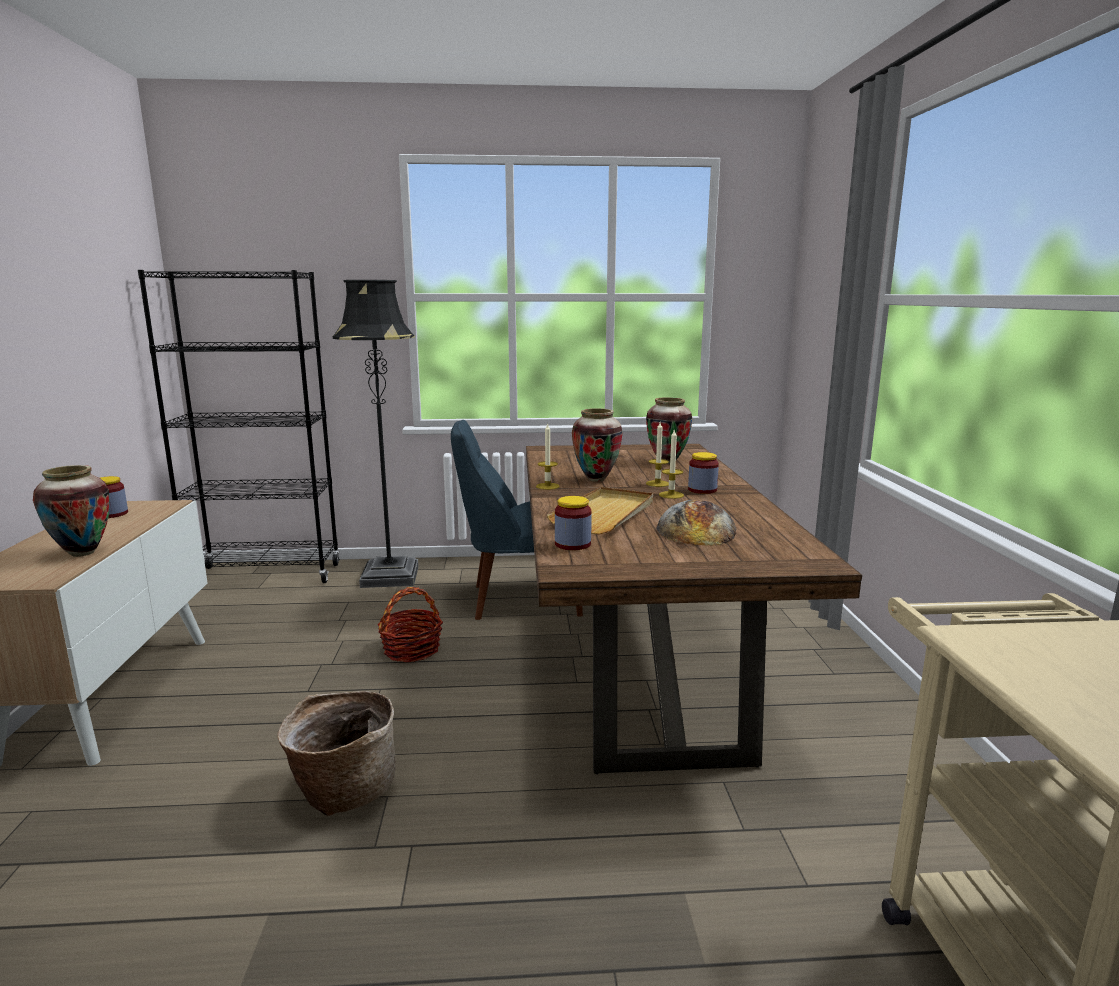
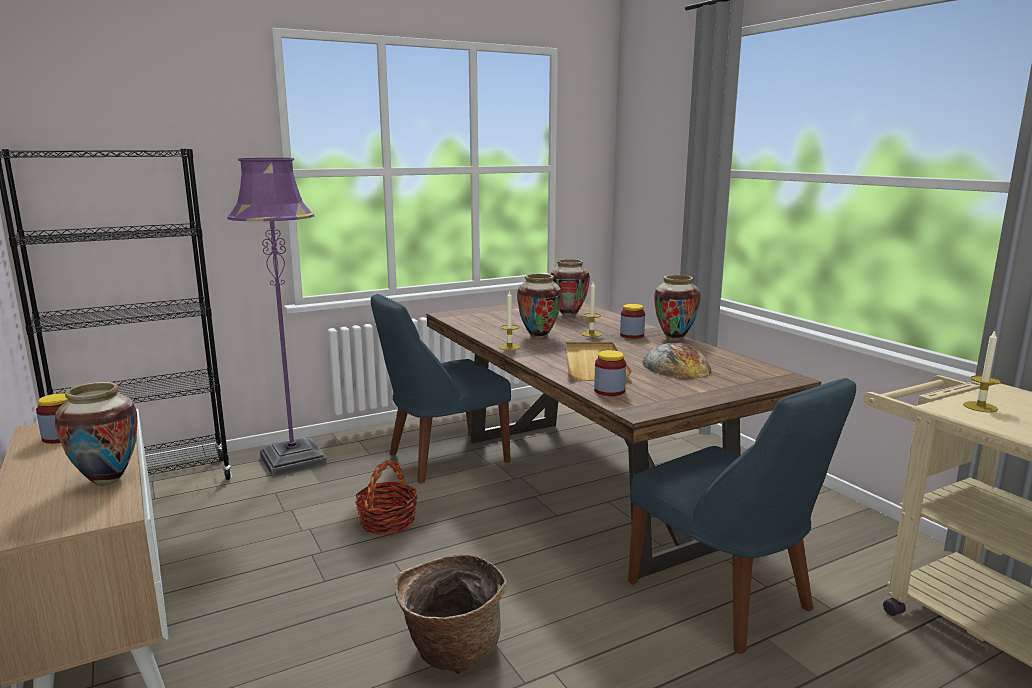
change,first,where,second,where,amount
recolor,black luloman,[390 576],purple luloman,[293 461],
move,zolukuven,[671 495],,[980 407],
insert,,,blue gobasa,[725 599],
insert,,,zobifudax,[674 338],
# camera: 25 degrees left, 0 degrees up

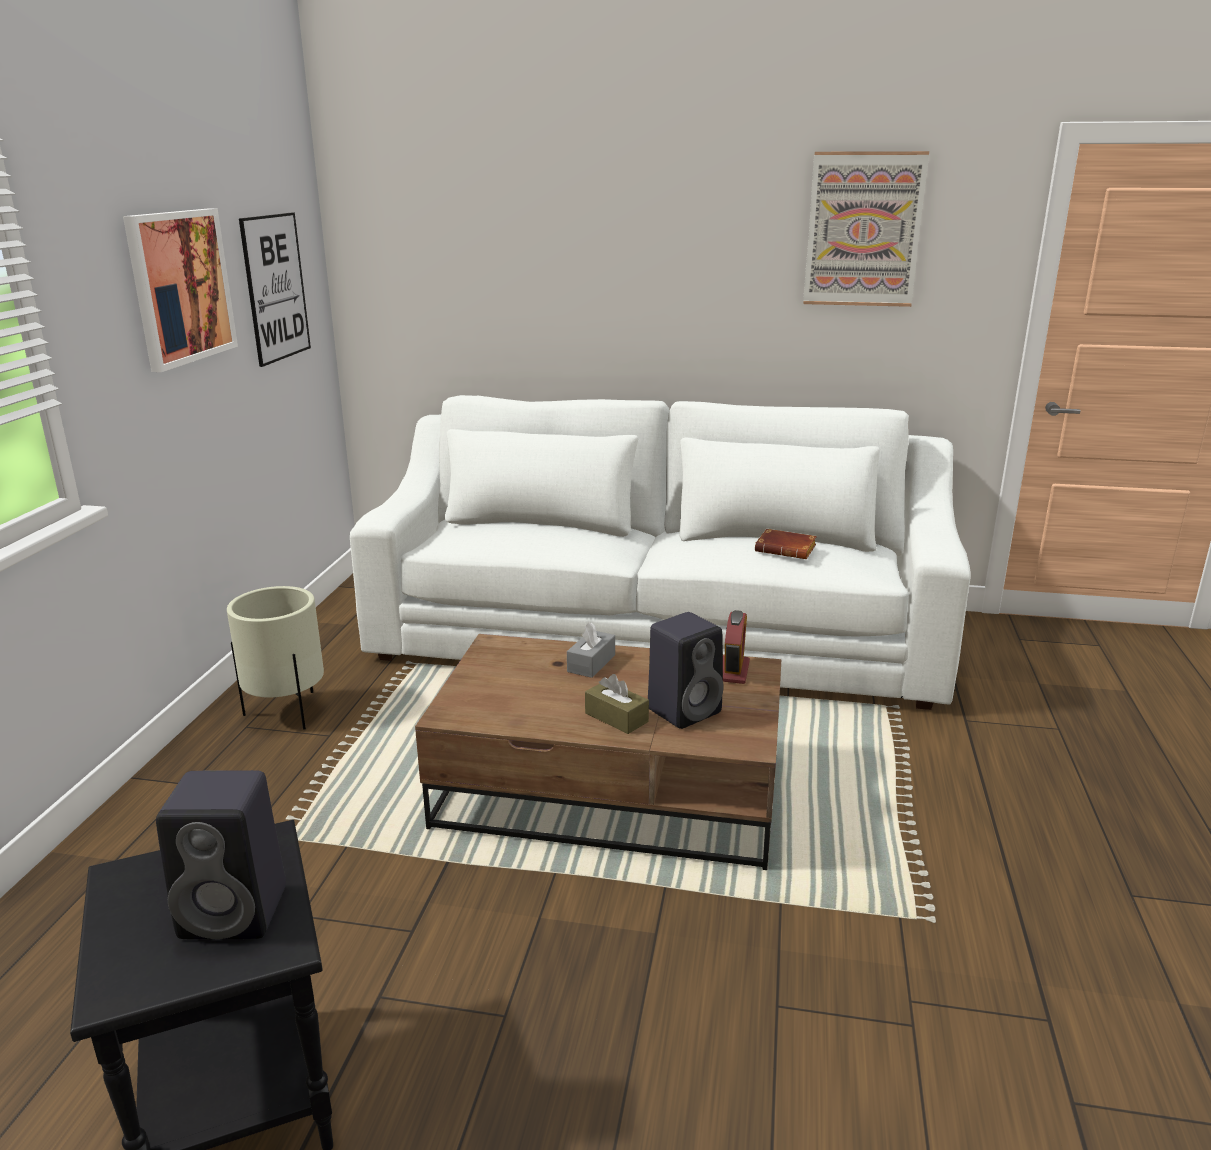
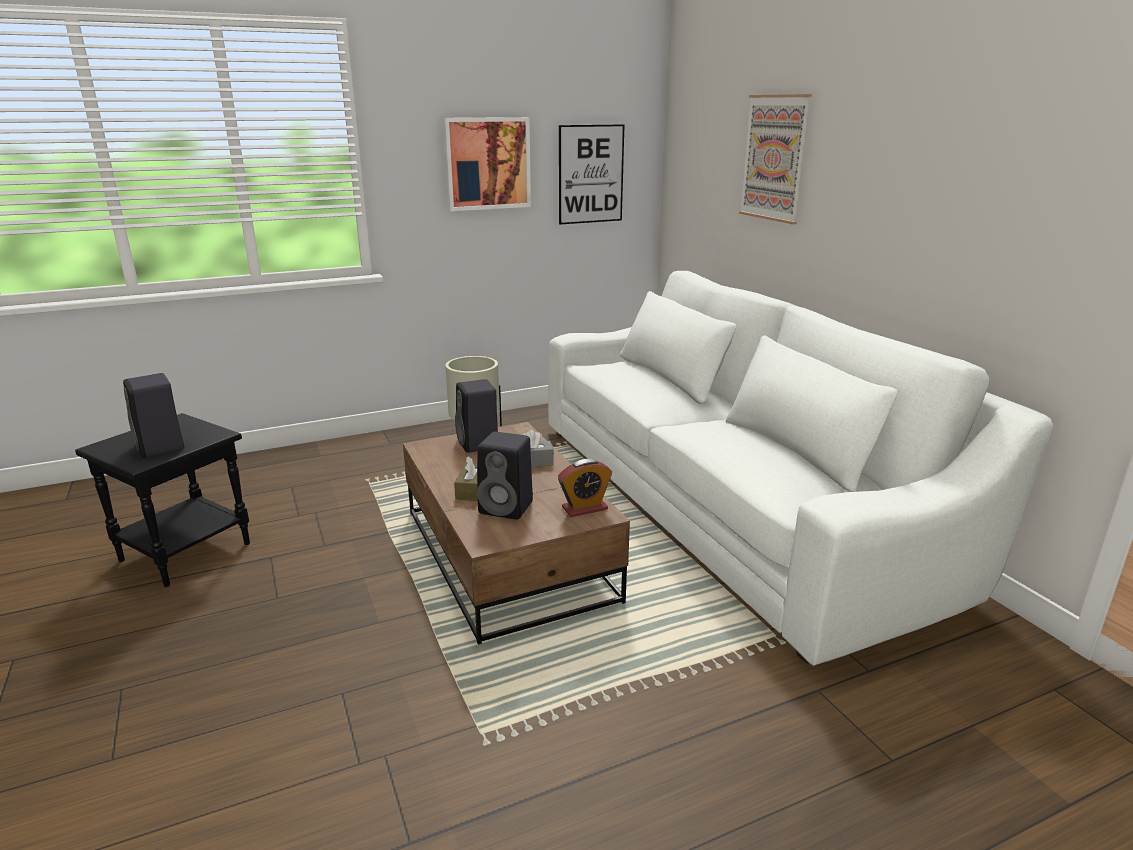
change,first,where,second,where,amount
delete,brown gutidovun,[787 549],,,
move,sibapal,[863 230],,[774 158],
insert,,,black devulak,[478 444],
# camera: 55 degrees right, 0 degrees up

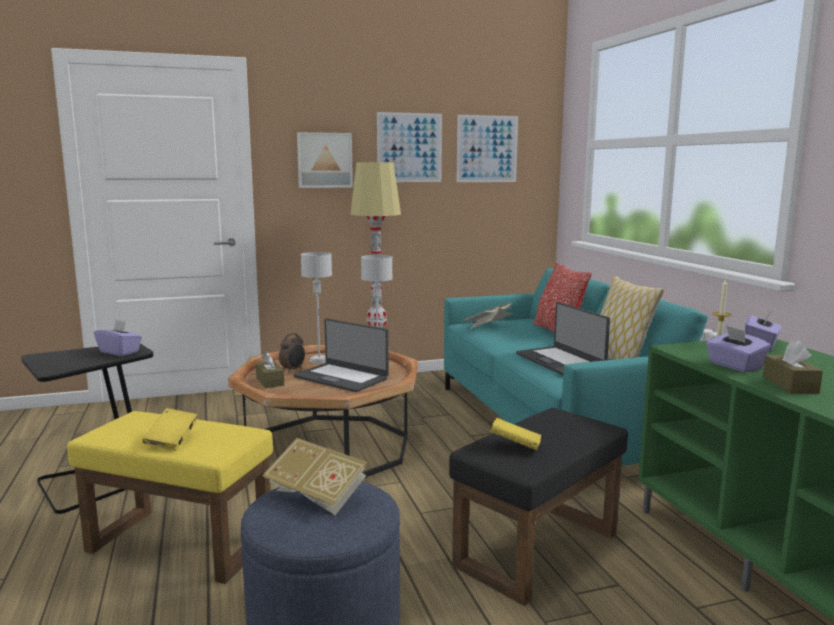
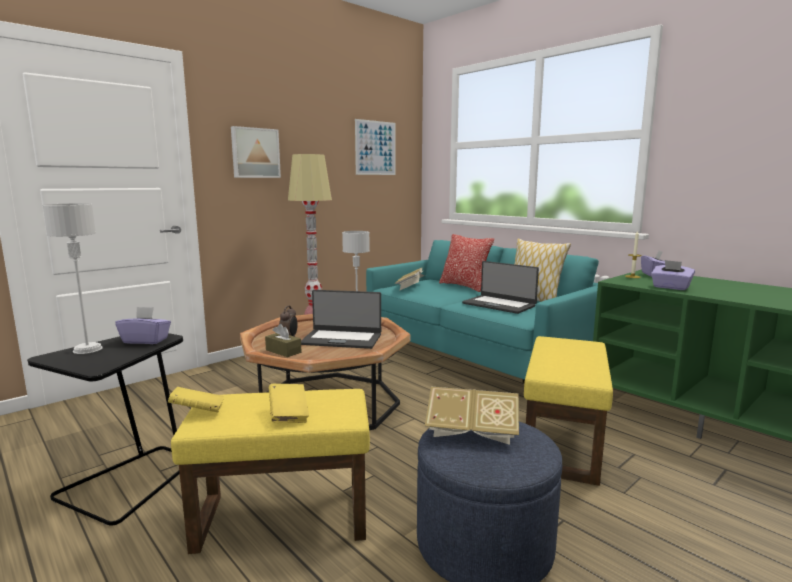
change,first,where,second,where,amount
move,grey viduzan,[319 360],,[88 349],
delete,sibapal,[409 147],,,
recolor,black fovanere,[537 548],yellow fovanere,[561 443],
move,yellow gutidovun,[515 446],,[198 412],
delete,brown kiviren,[790 385],,,
# camera: 25 degrees left, 0 degrees up

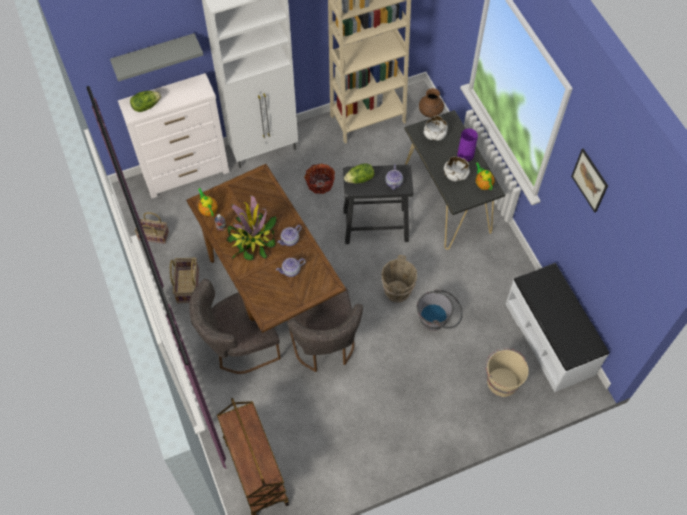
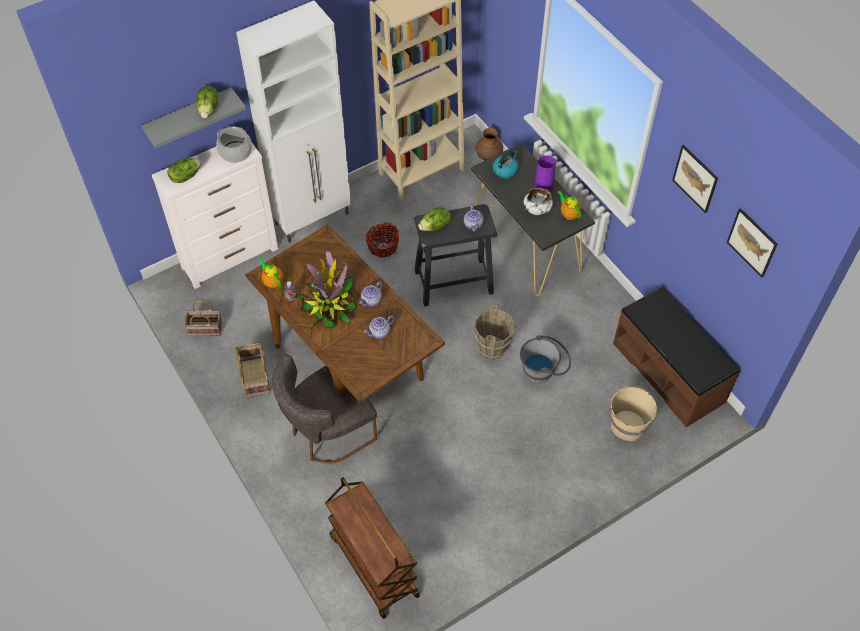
change,first,where,second,where,amount
delete,grey gobasa,[324 345],,,
replace,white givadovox,[434 134],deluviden,[505 170],
recolor,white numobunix,[550 338],brown numobunix,[669 372],
insert,,,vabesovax,[209 109],
insert,,,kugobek,[235 152],
insert,,,sibapal,[752 242],
# camera: 10 degrees left, 5 degrees down

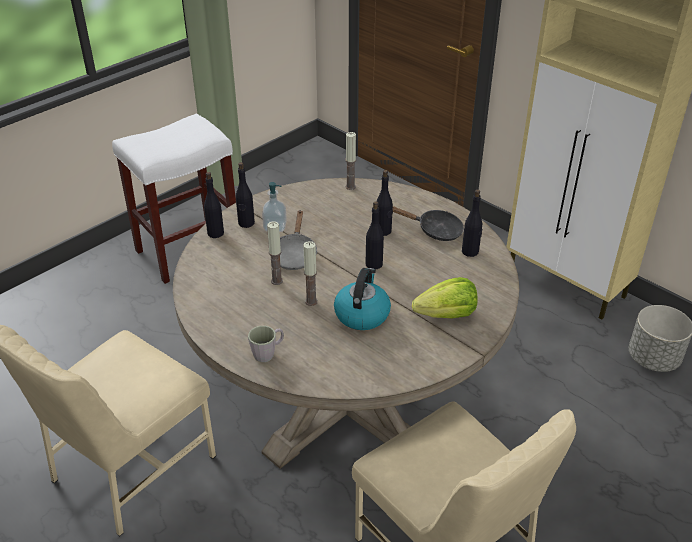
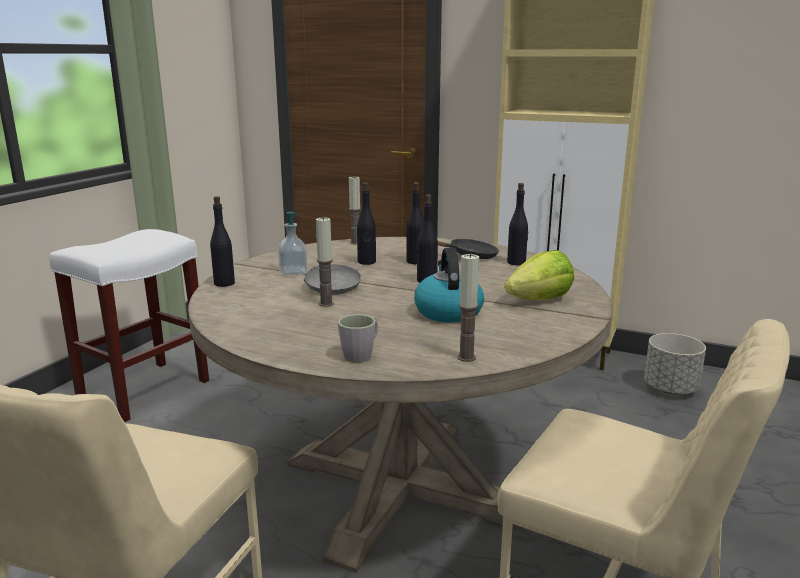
change,first,where,second,where,amount
move,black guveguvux,[246 223],,[366 262],
move,zolukuven,[311 301],,[466 357],
# camera: 20 degrees left, 20 degrees down

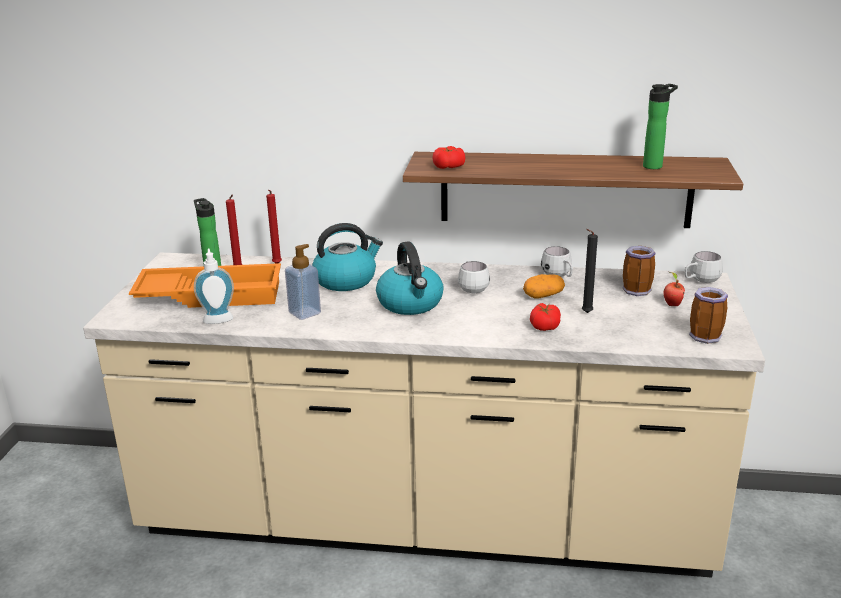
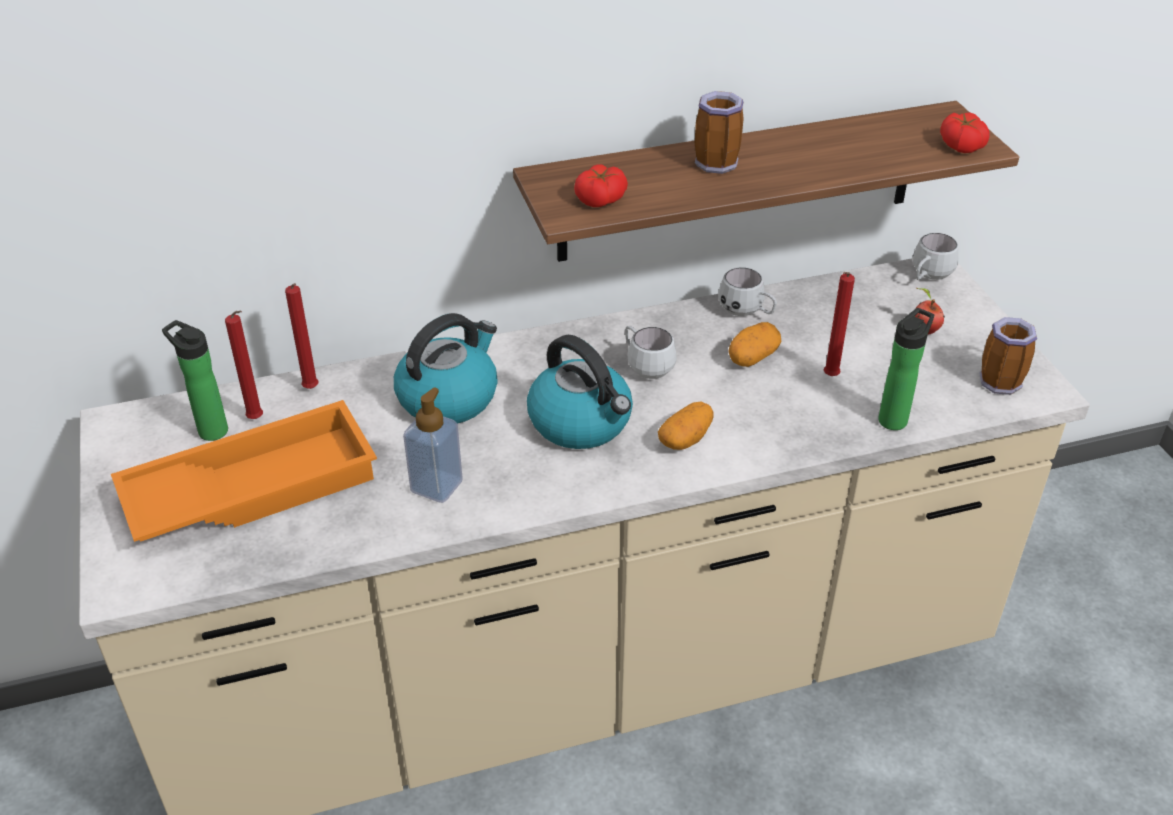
change,first,where,second,where,amount
delete,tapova,[218 318],,,
move,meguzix,[544 326],,[961 145],
recolor,black zolukuven,[585 313],red zolukuven,[829 377],
move,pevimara,[635 289],,[713 161],
move,guveguvux,[655 166],,[895 418],
insert,,,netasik,[685 439],
# camera: 25 degrees left, 15 degrees up

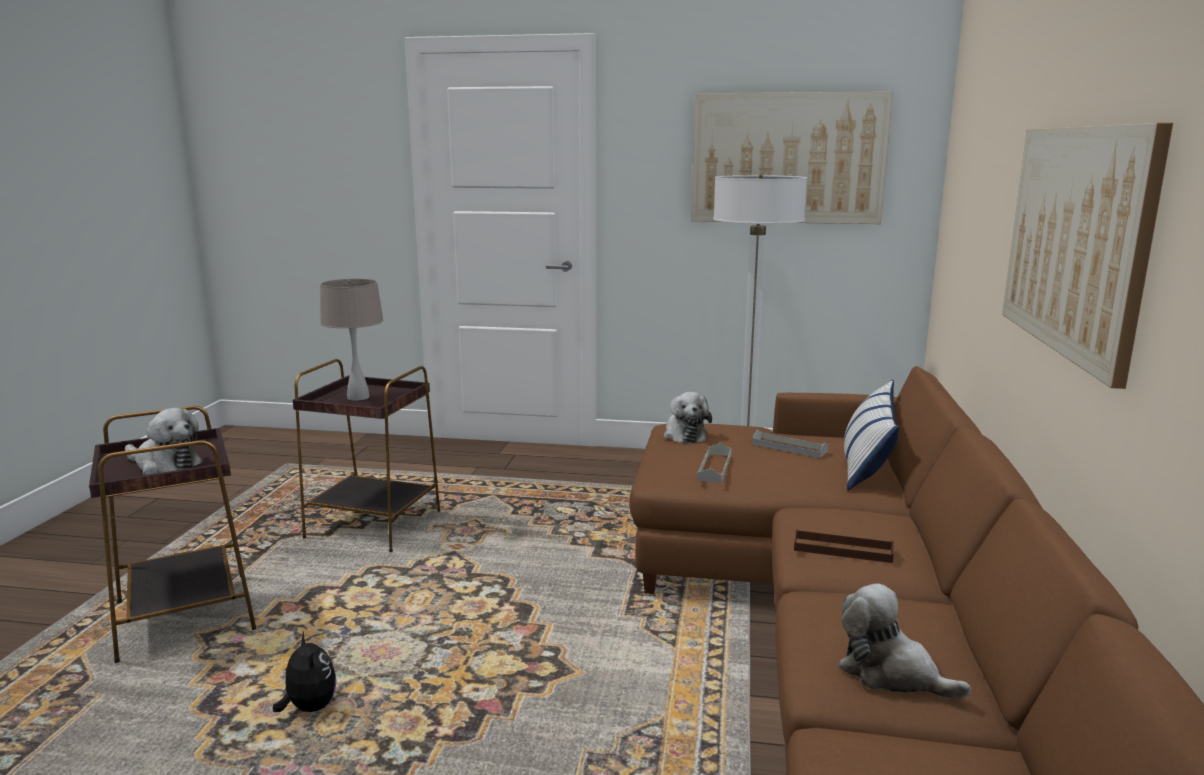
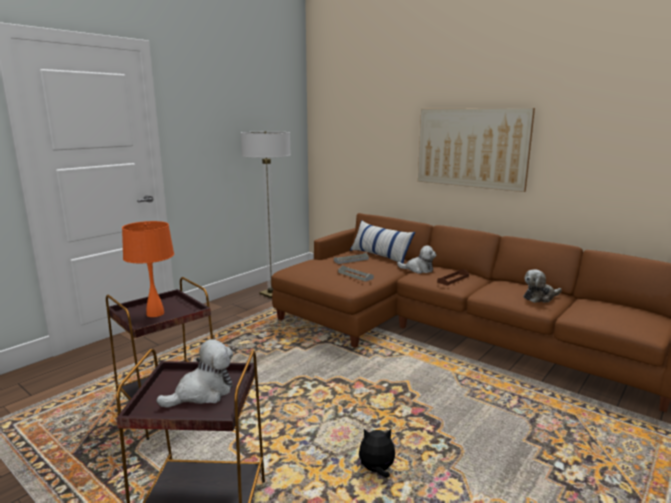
change,first,where,second,where,amount
recolor,beige viduzan,[358 397],orange viduzan,[155 313],
move,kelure,[684 434],,[418 269],
delete,sibapal,[787 158],,,
# camera: 60 degrees left, 0 degrees up

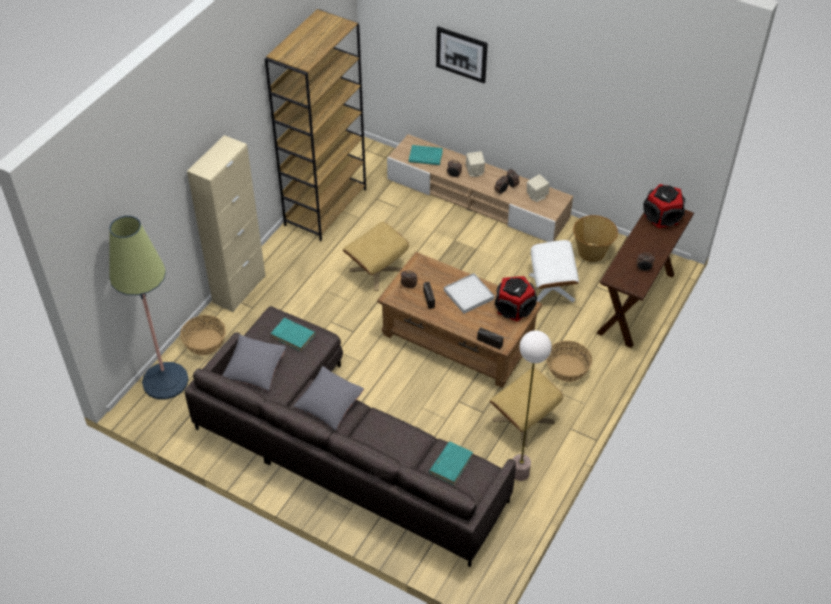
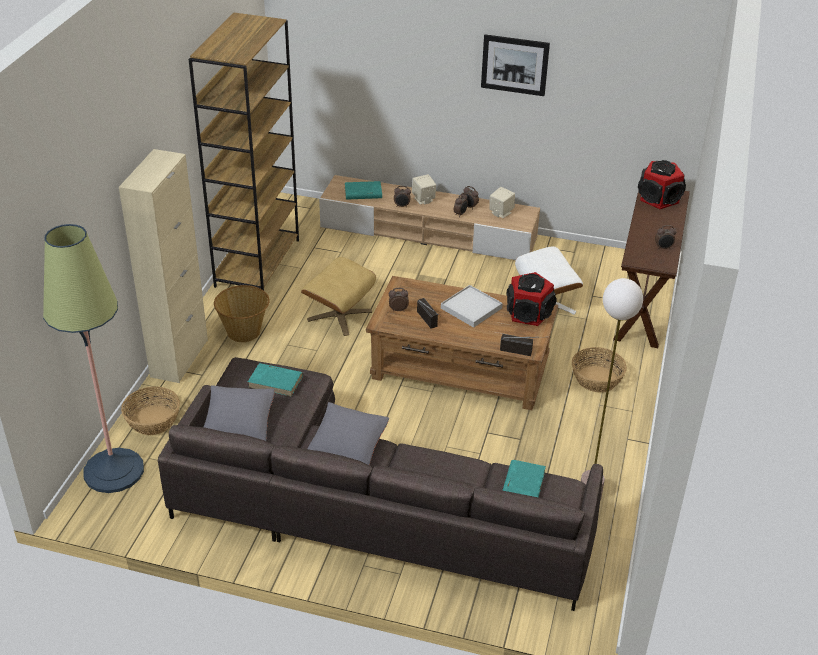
change,first,where,second,where,amount
move,sibapal,[461 54],,[514 65],
delete,beige fovanere,[523 420],,,
move,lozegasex,[592 252],,[244 332],
# camera: 15 degrees left, 10 degrees down

